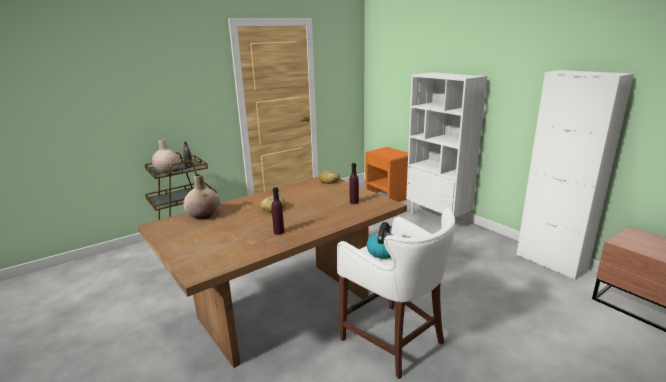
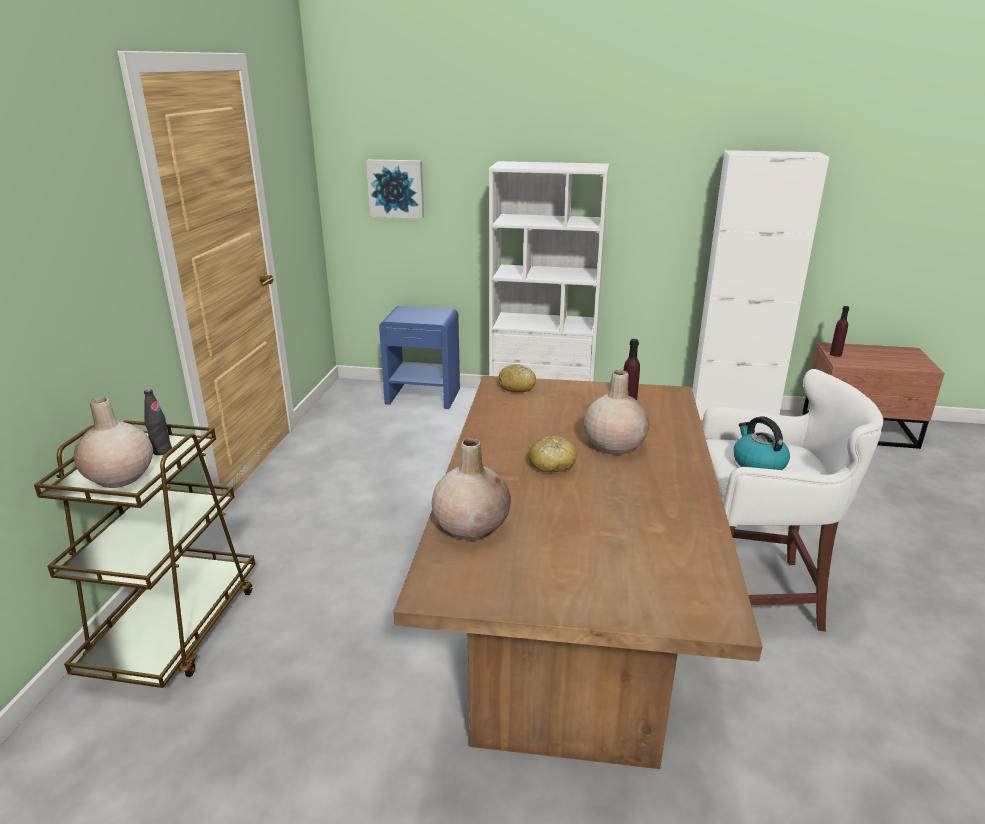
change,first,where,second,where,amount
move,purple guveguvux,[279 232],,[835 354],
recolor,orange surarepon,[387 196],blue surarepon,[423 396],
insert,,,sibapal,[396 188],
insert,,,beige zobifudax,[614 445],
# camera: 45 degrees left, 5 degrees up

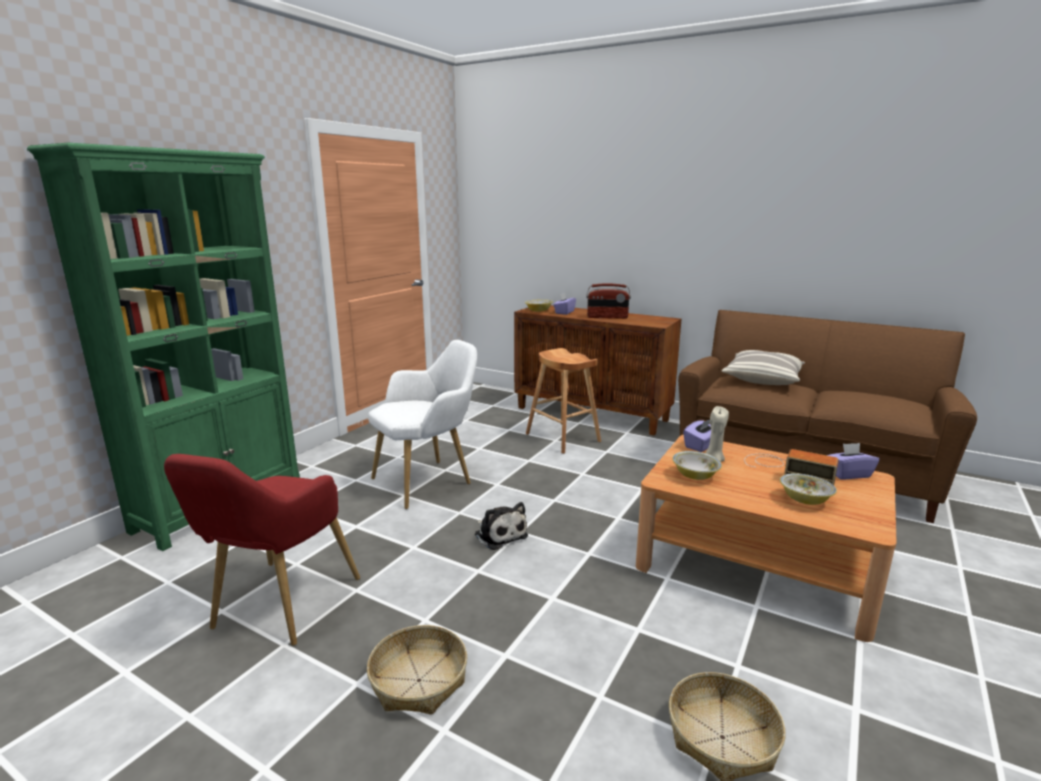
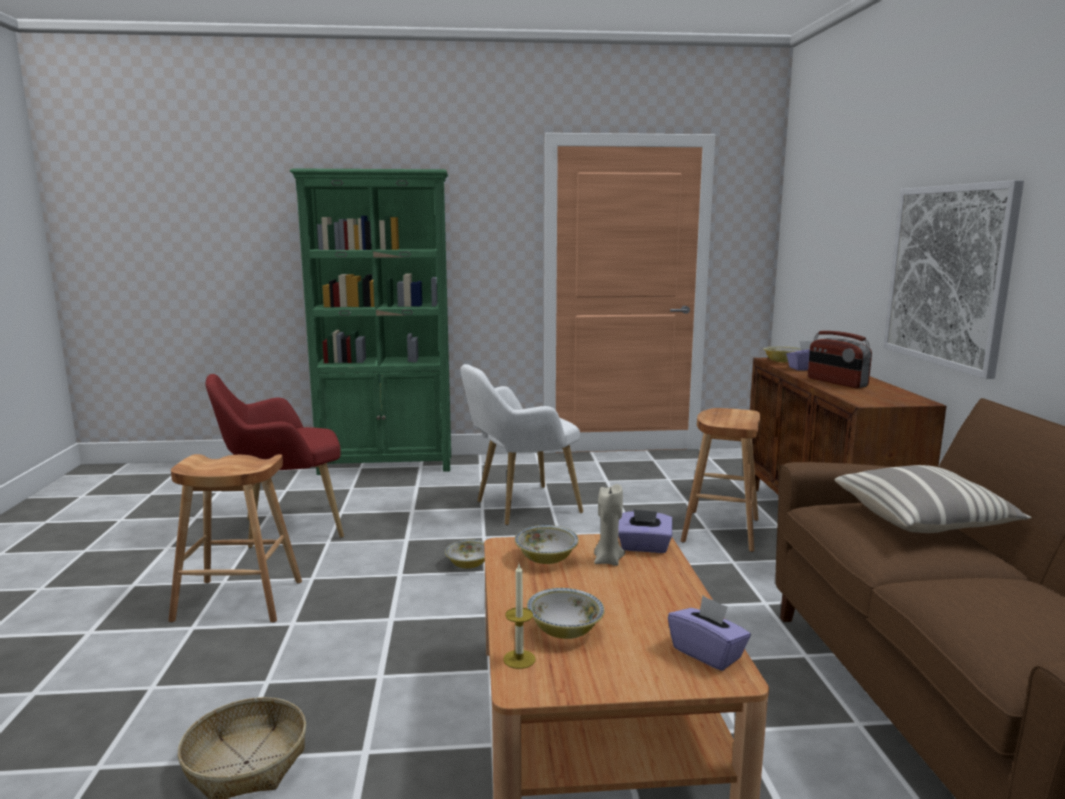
change,first,where,second,where,amount
replace,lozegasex,[419 681],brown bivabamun,[239 600],
rotate,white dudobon,[428 481],,[520 507],135 degrees clockwise
replace,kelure,[499 534],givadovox,[468 564],
delete,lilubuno,[785 470],,,
insert,,,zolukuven,[519 659],
insert,,,sibapal,[947 275],
# camera: 55 degrees right, 5 degrees down

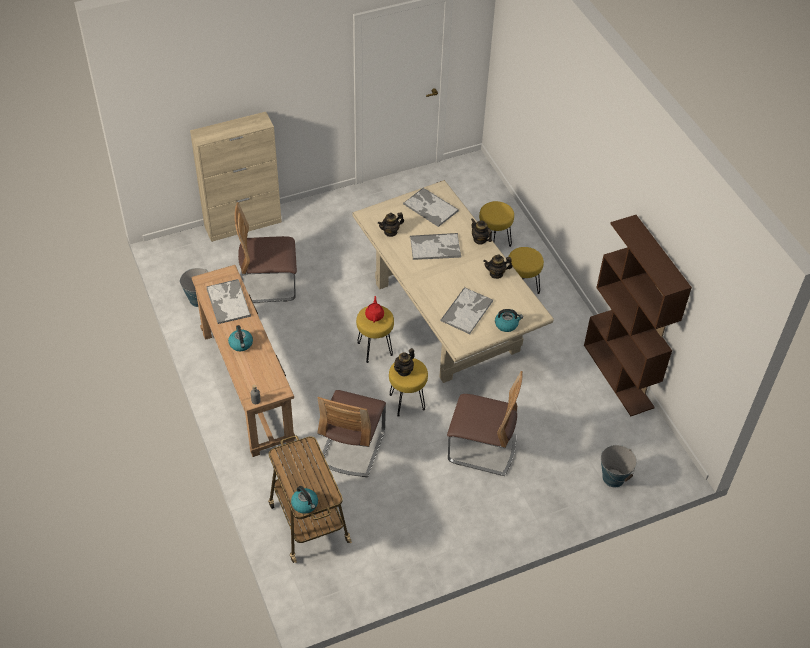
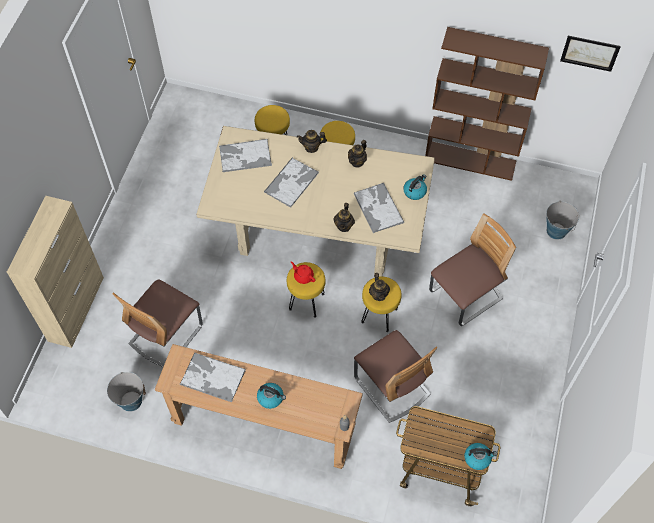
change,first,where,second,where,amount
move,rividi,[390 232],,[344 226],
insert,,,sibapal,[589 53],
# camera: 50 degrees left, 10 degrees up

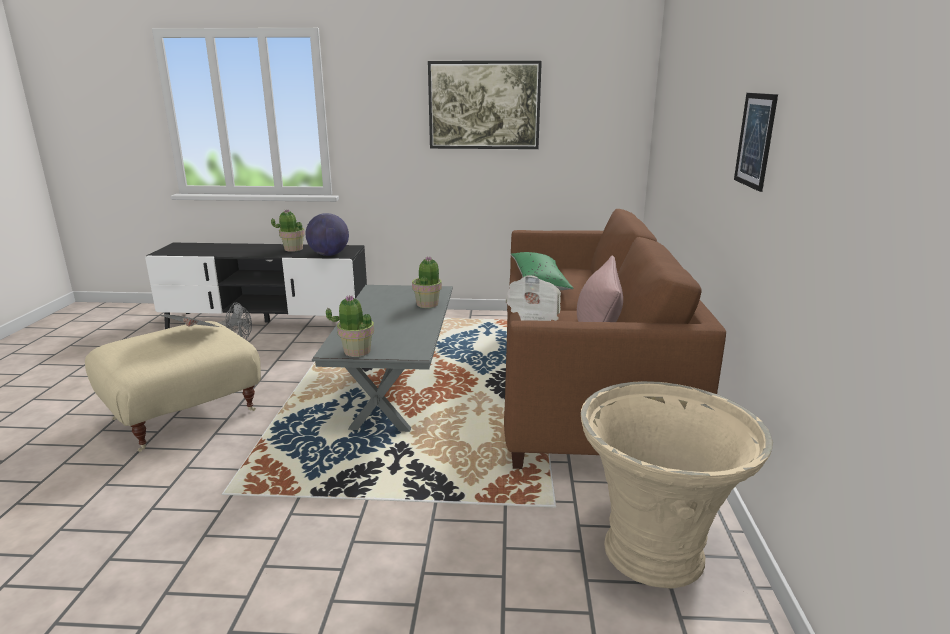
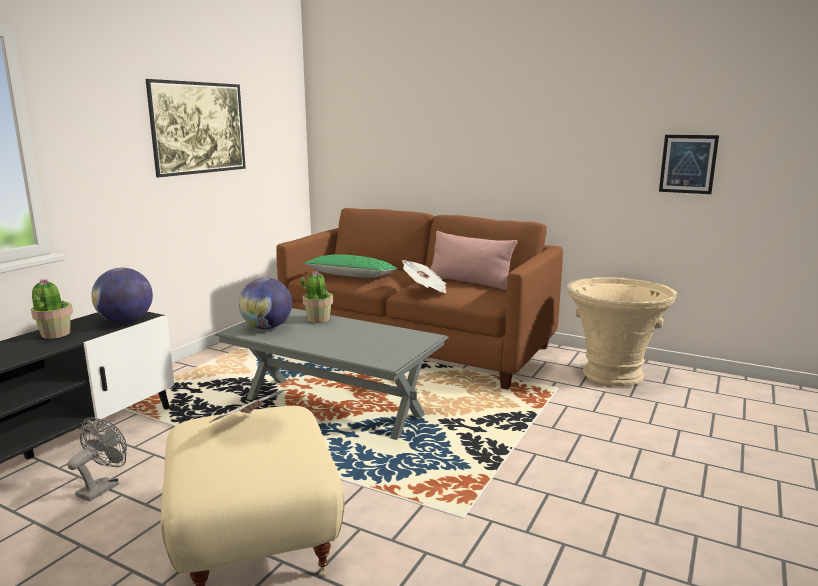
change,first,where,second,where,amount
delete,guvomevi,[356 351],,,
move,sibapal,[755 140],,[688 164],
insert,,,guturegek,[267 327],
# camera: 65 degrees left, 5 degrees down

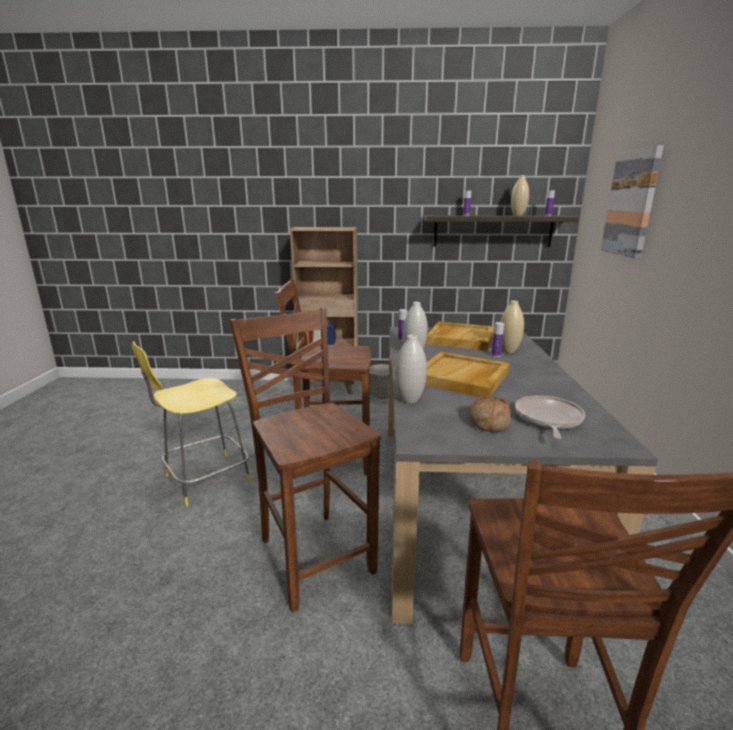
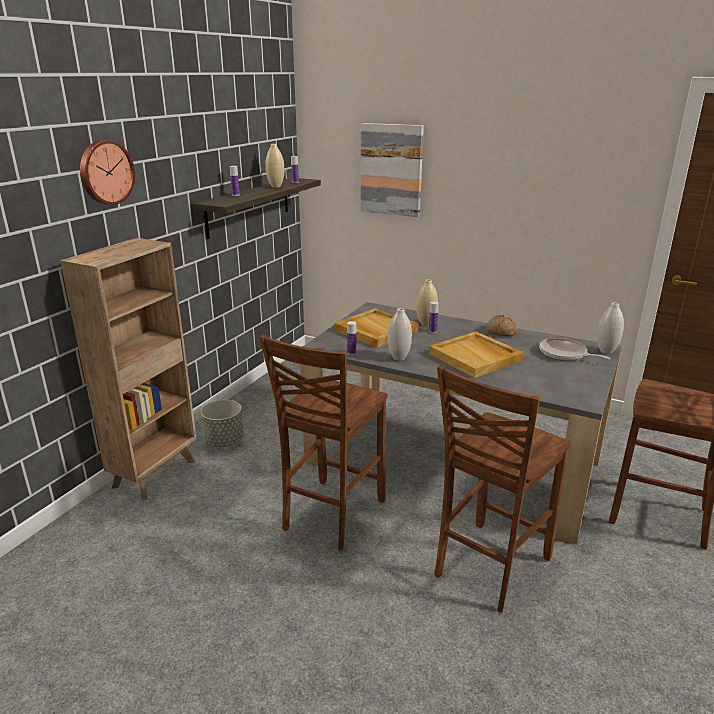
change,first,where,second,where,amount
delete,yellow bivabamun,[204 479],,,
rotate,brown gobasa,[314 554],,[488 567],45 degrees counterclockwise
move,white zobifudax,[410 400],,[606 351],
move,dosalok,[488 422],,[500 332],
insert,,,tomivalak,[105 172],
# camera: 65 degrees left, 5 degrees up

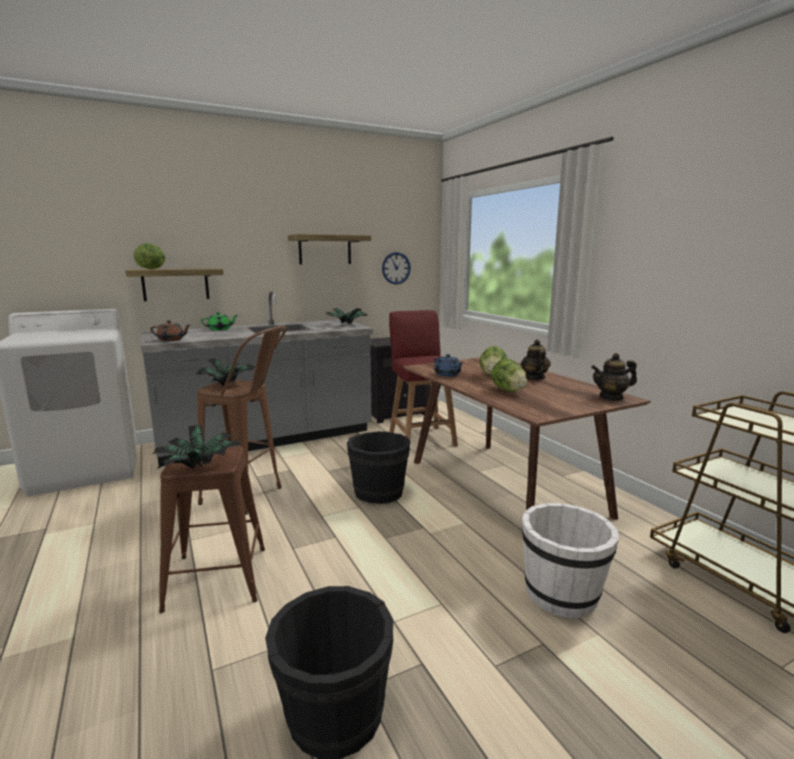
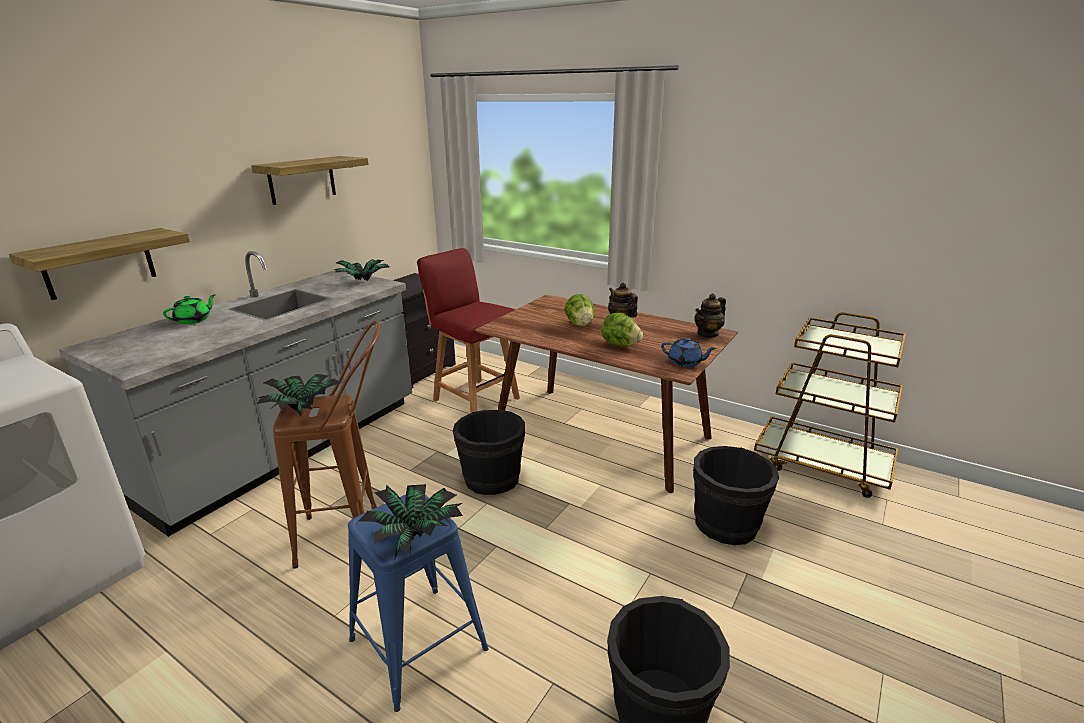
change,first,where,second,where,amount
delete,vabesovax,[152 269],,,
delete,brown rividi,[171 340],,,
recolor,brown bivabamun,[217 578],blue bivabamun,[419 644],
delete,tomivalak,[396 268],,,
move,blue rividi,[447 375],,[685 363],
recolor,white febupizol,[562 594],black febupizol,[726 524],
# camera: 30 degrees left, 10 degrees up

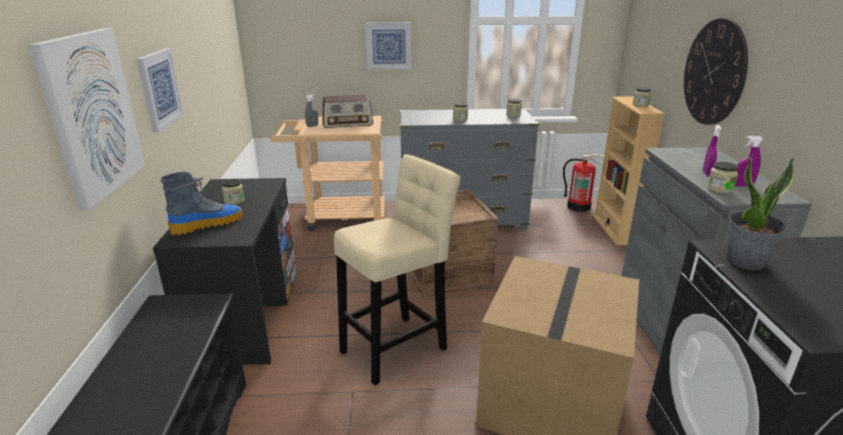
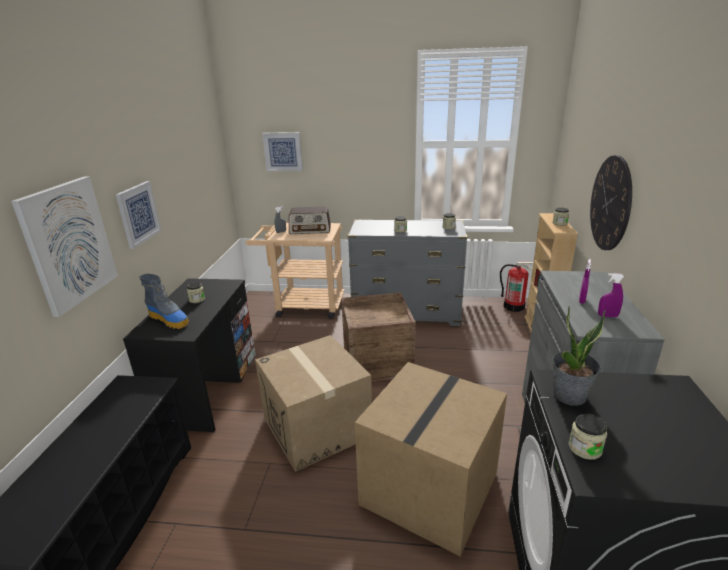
change,first,where,second,where,amount
rotate,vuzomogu,[208 224],,[169 320],60 degrees clockwise
replace,beige bivabamun,[398 347],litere,[317 427],
move,sibapal,[388 46],,[283 151],
move,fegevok,[719 189],,[585 448],
# camera: 10 degrees right, 0 degrees up

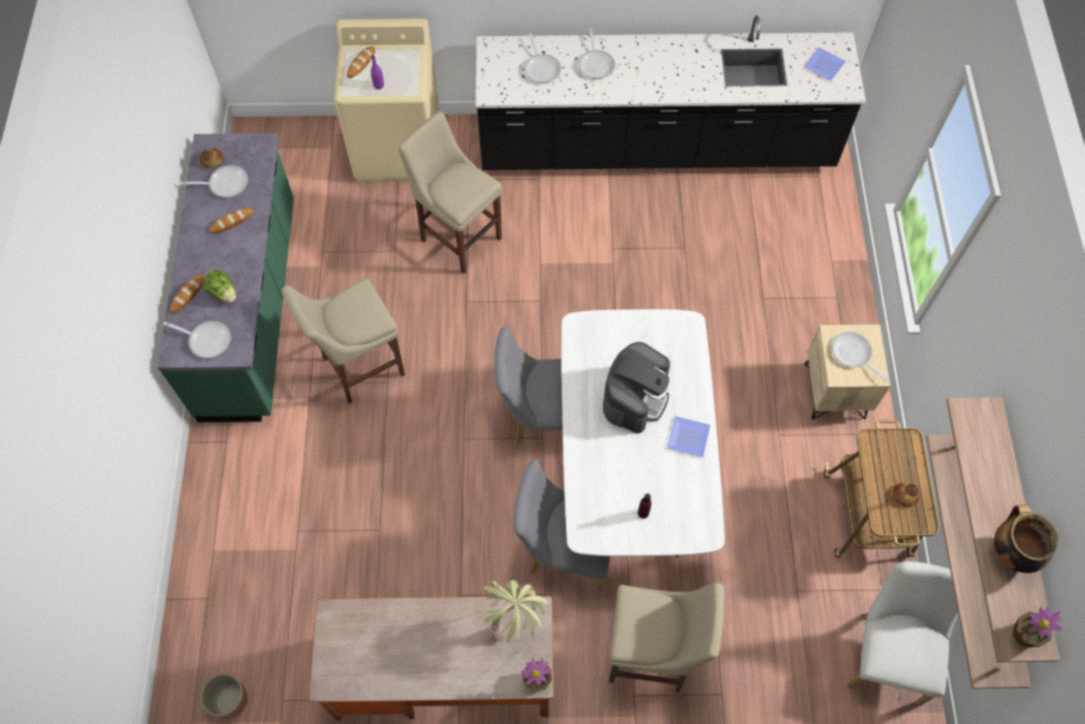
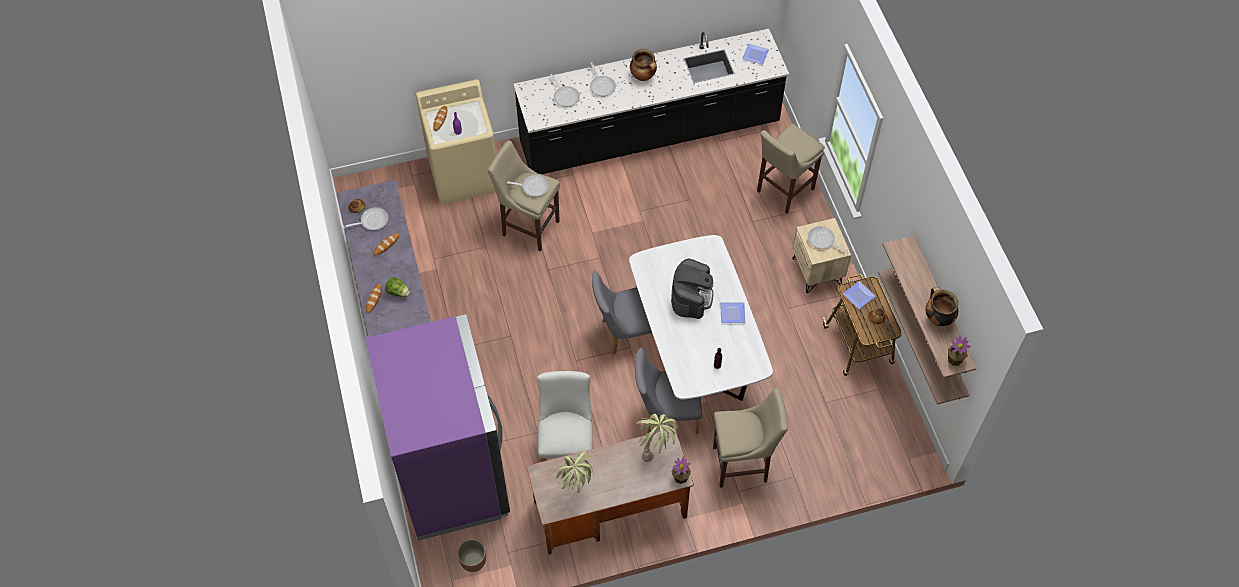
change,first,where,second,where,amount
move,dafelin,[207 340],,[532 187],
move,beige bivabamun,[359 368],,[783 191],
move,white gobasa,[889 651],,[566 444],
insert,,,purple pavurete,[452 473],
insert,,,guvomevi,[575 488],
insert,,,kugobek,[643 76],
insert,,,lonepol,[860 296],
# camera: 15 degrees left, 5 degrees down

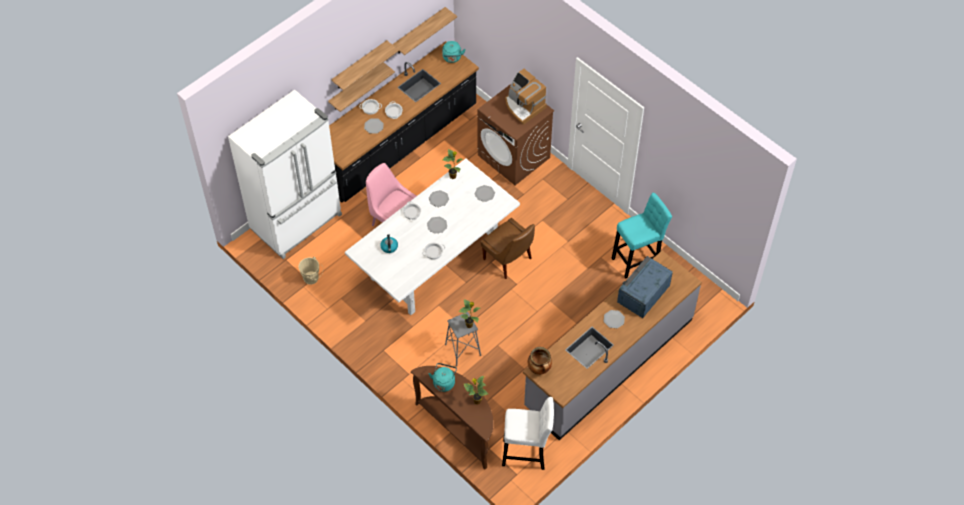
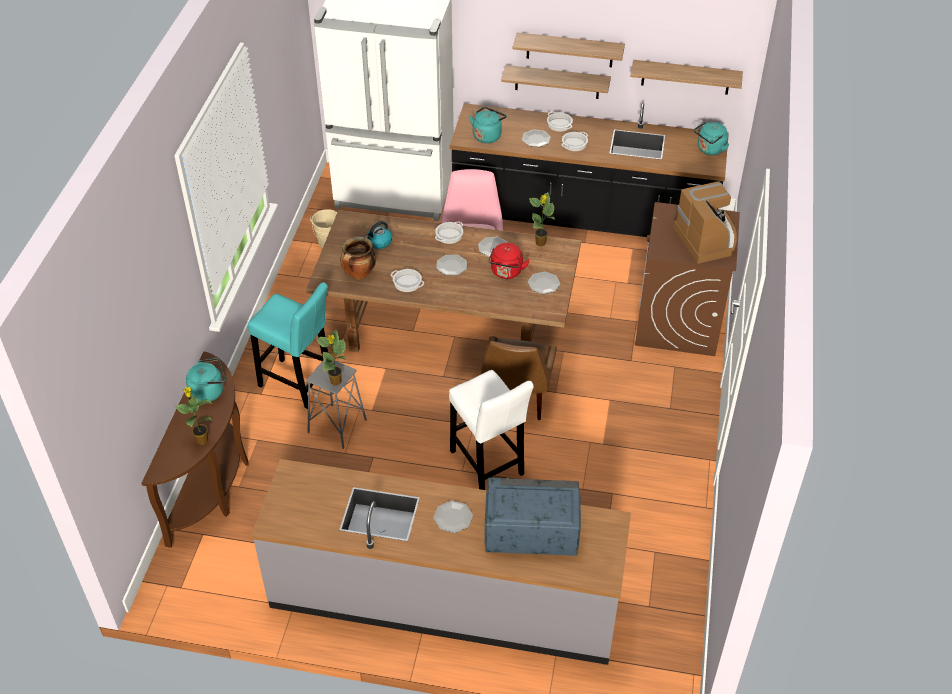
change,first,where,second,where,amount
recolor,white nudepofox,[435 261],brown nudepofox,[449 331],
move,white bivabamun,[527 454],,[488 466],
rotate,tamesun,[523 106],,[707 239],150 degrees clockwise
move,kugobek,[539 369],,[359 274],
move,turquoise bivabamun,[637 260],,[299 384],
insert,,,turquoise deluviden,[487 135],
insert,,,red deluviden,[506 272],
# camera: 55 degrees right, 10 degrees down

